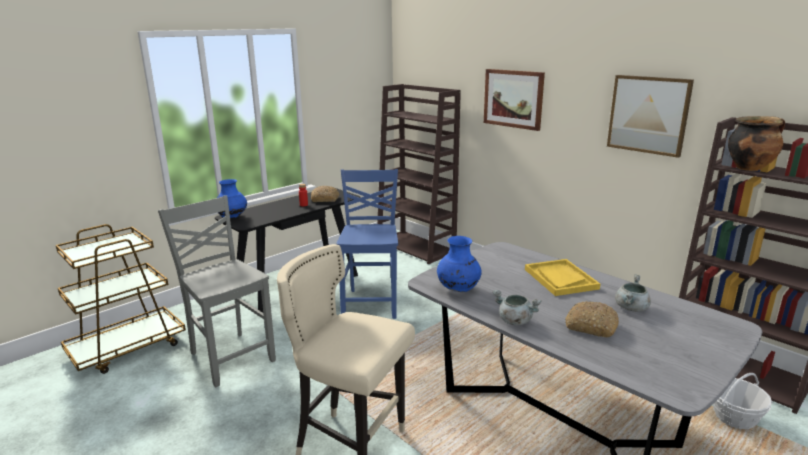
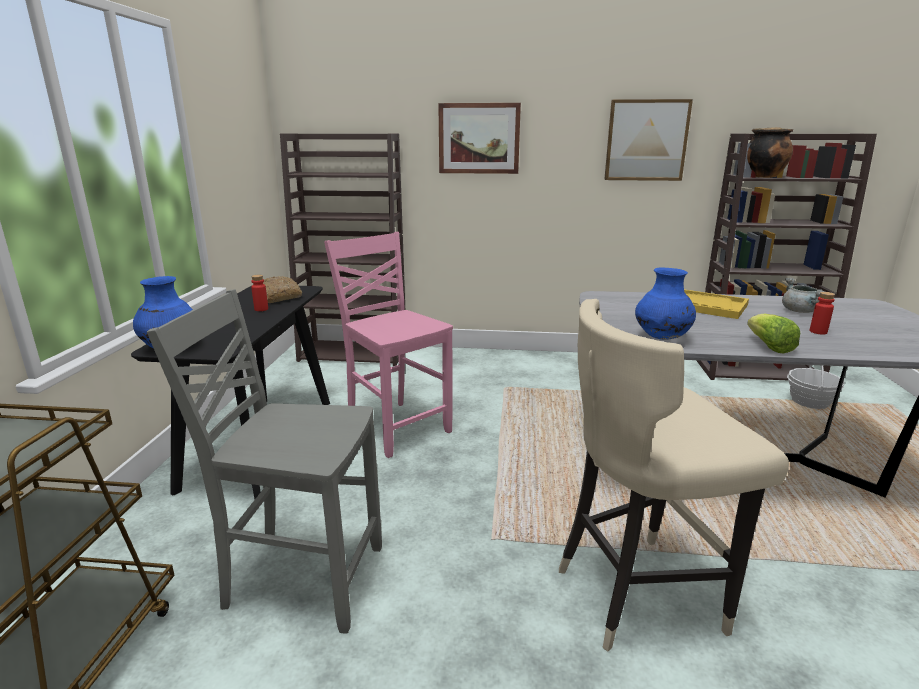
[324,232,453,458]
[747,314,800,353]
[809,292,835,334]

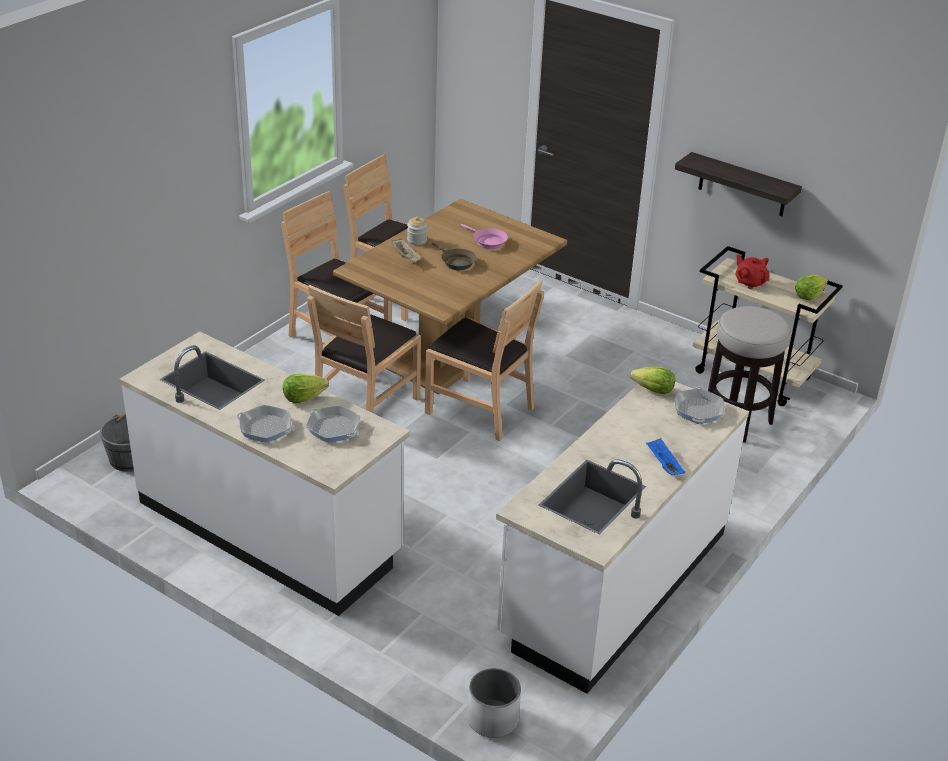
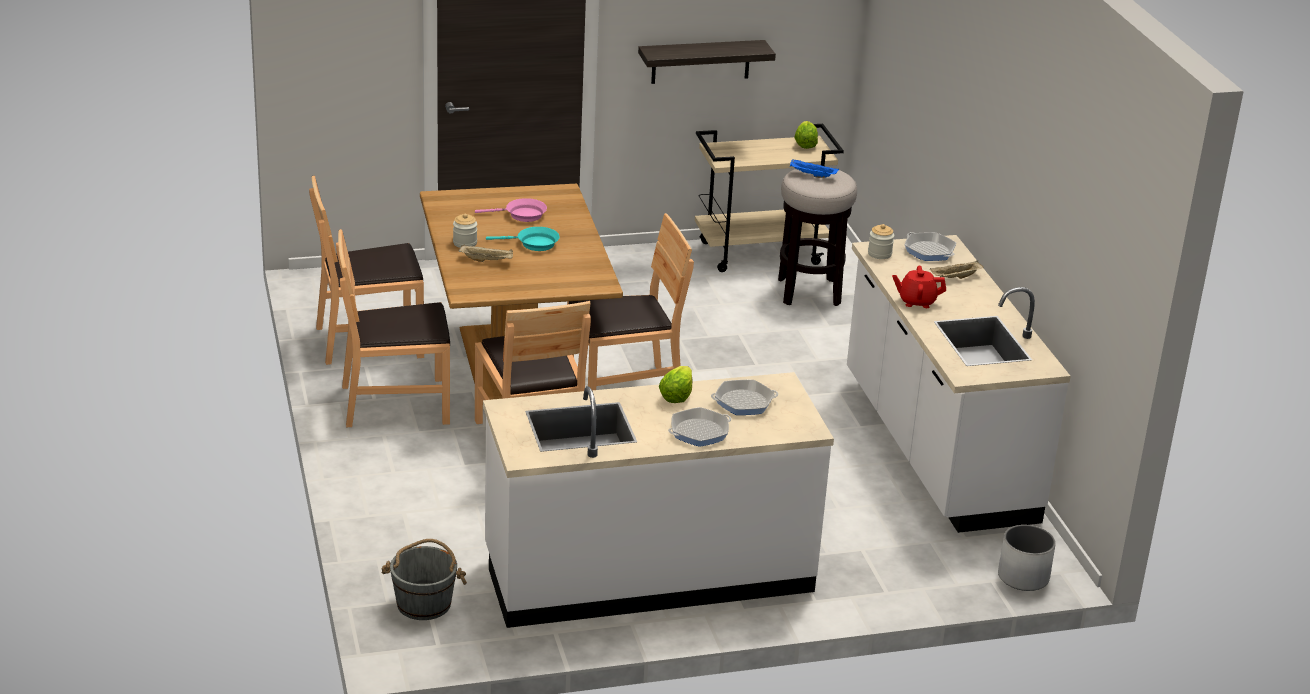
[486,227,560,251]
[790,159,839,178]
[868,224,894,259]
[892,266,946,308]
[930,260,984,279]

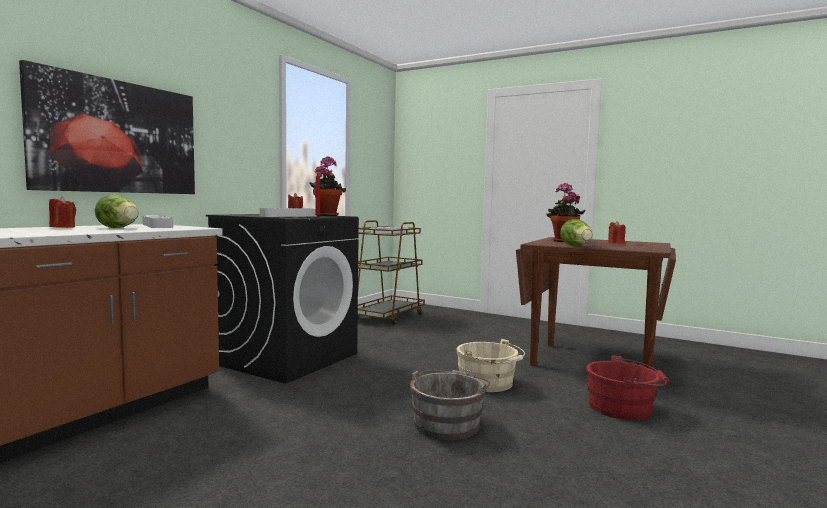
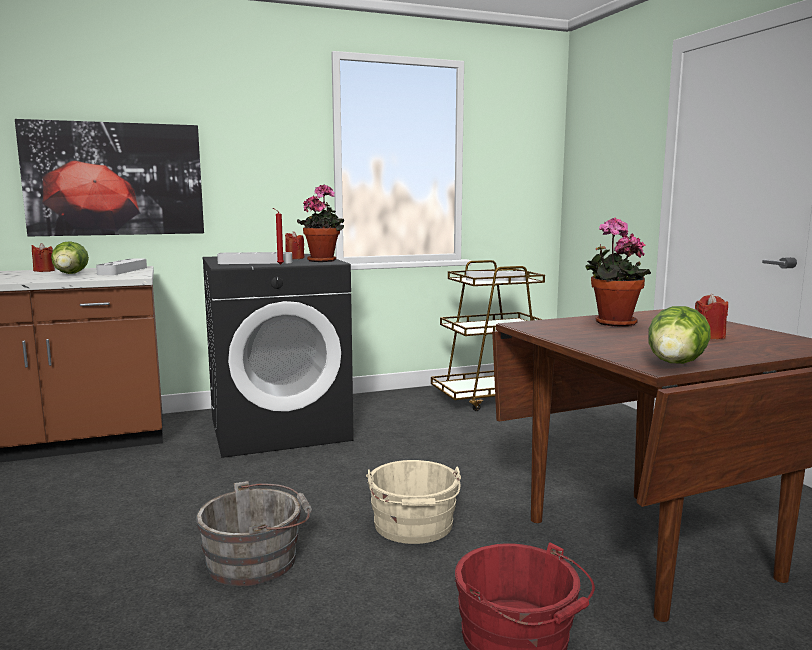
[648,306,711,364]

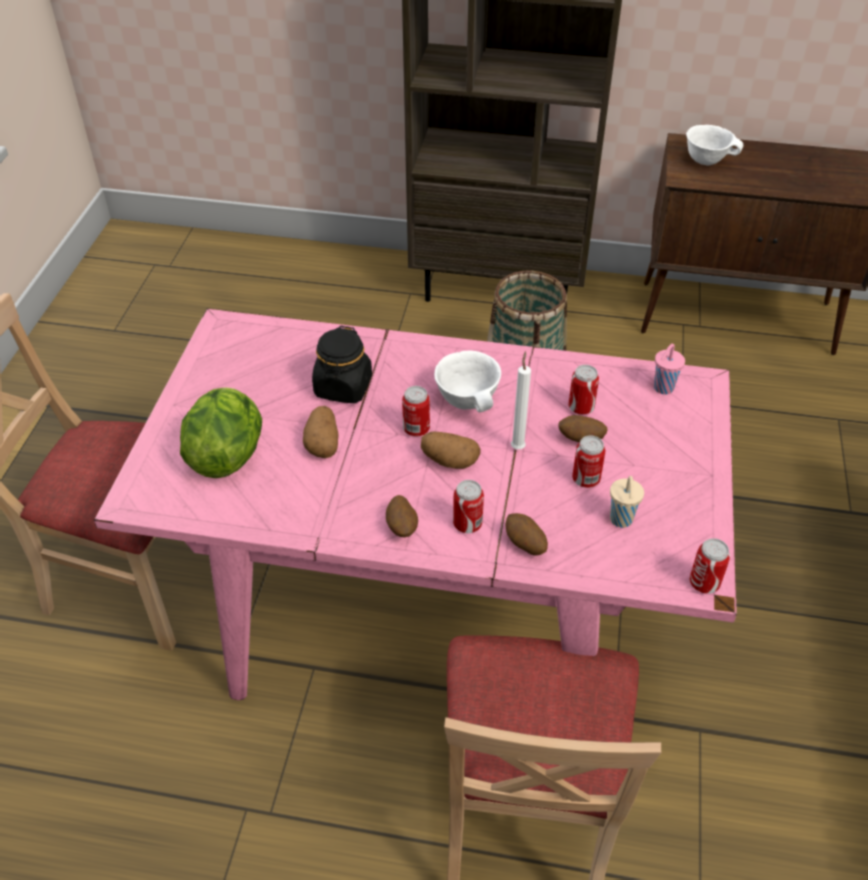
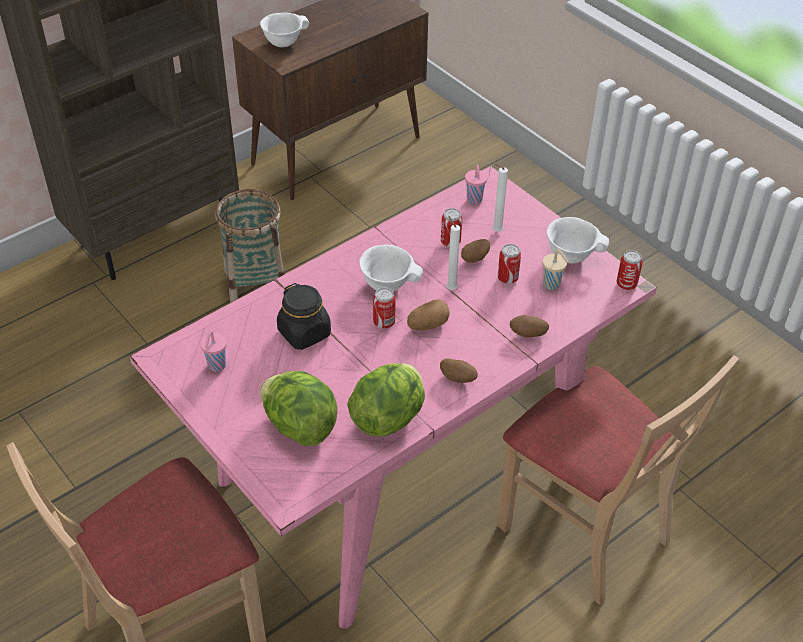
[200,331,227,372]
[347,363,425,437]
[493,164,508,232]
[547,217,609,264]
[303,406,339,458] (first image)
[453,480,484,533] (first image)

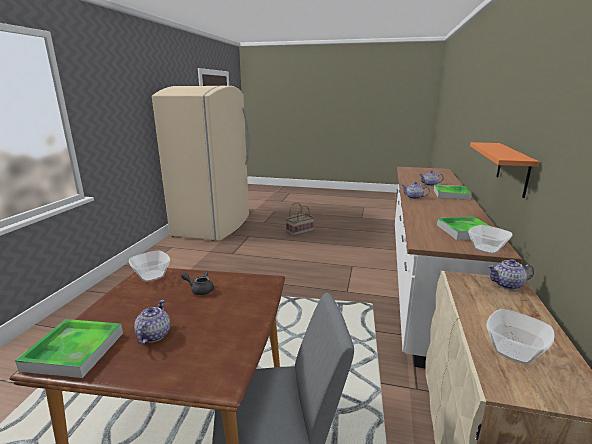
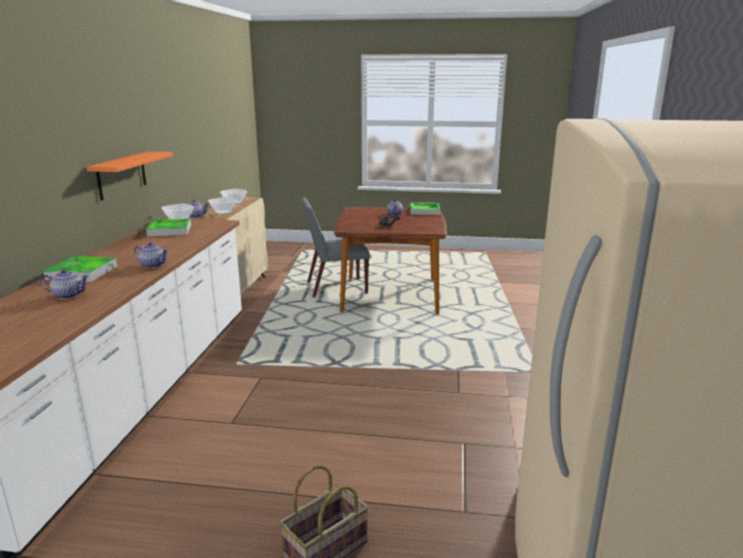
[208,197,237,215]

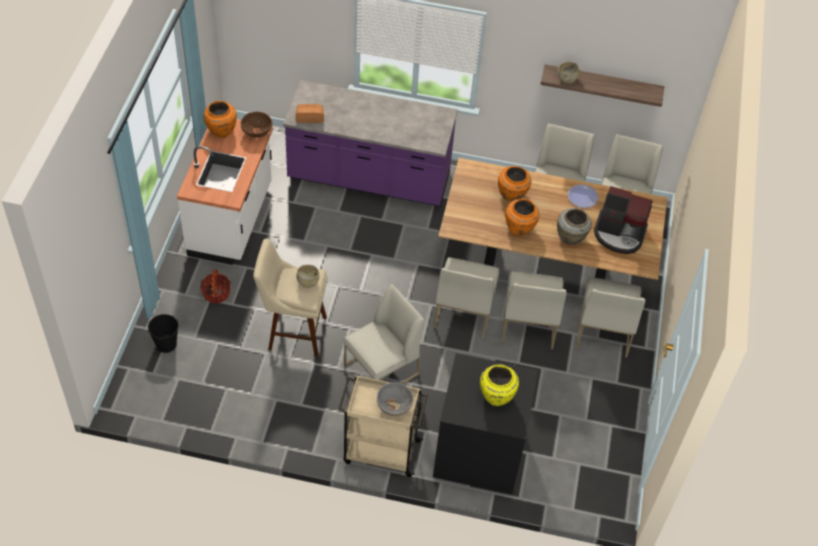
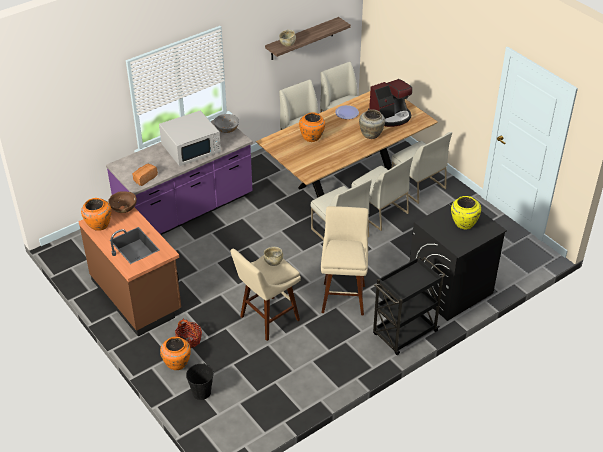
[78,205,181,337]
[159,110,221,166]
[160,337,191,370]
[214,114,239,133]
[321,206,368,315]
[373,257,445,355]

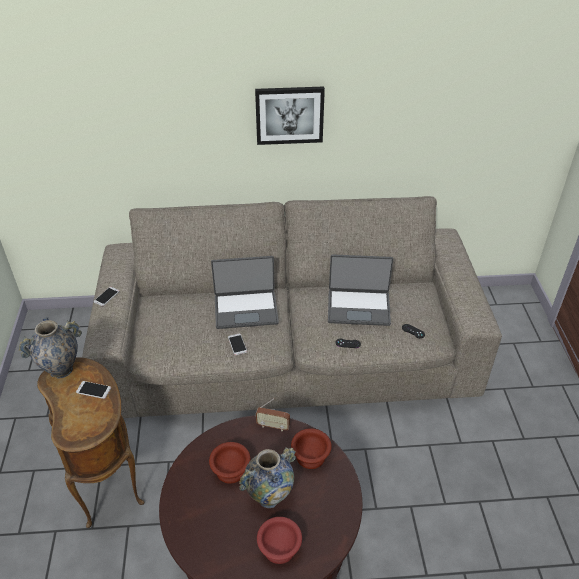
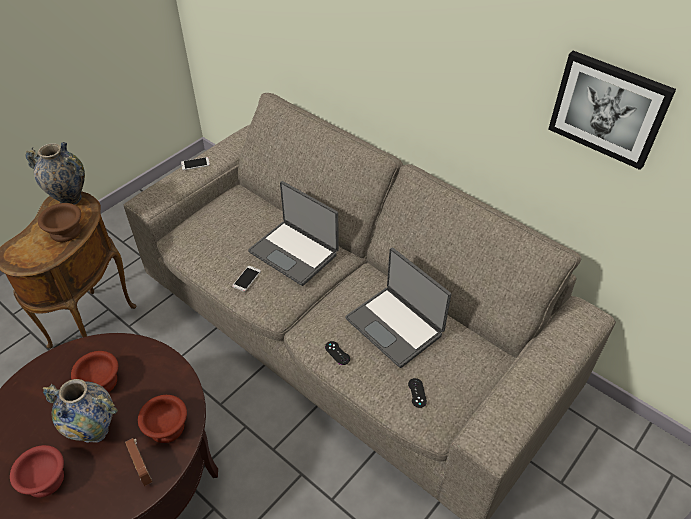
[38,203,81,242]
[125,438,152,486]
[548,51,676,170]

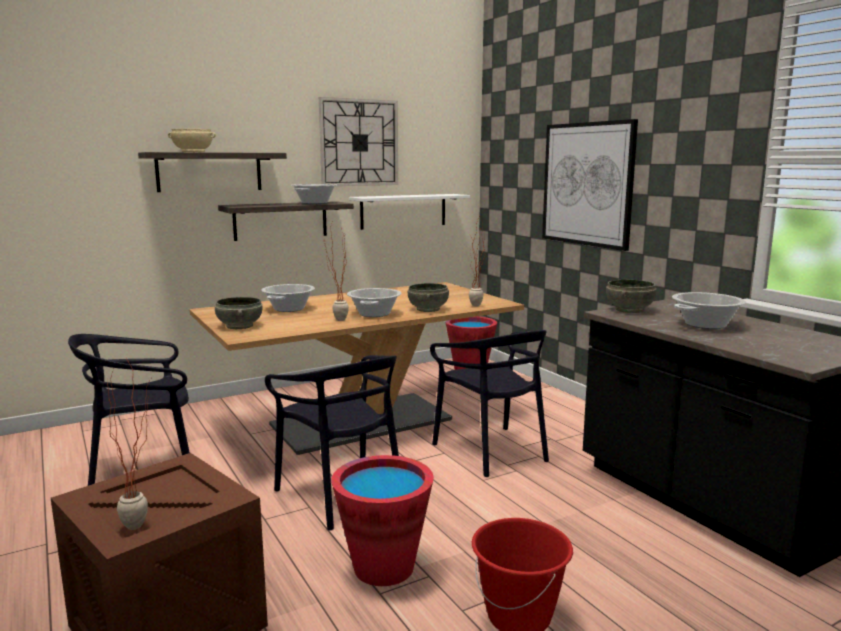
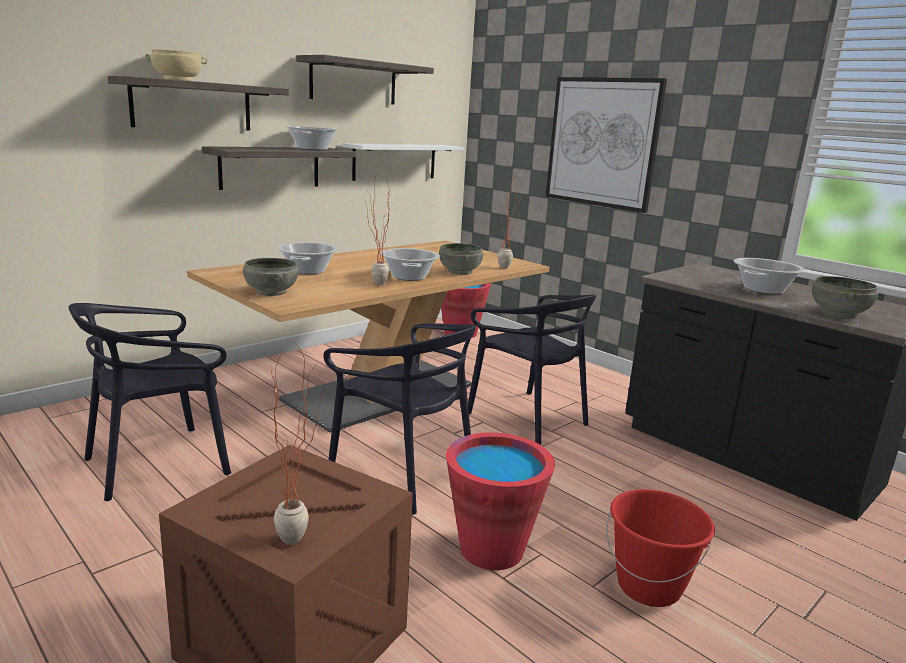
[296,55,434,105]
[812,276,879,318]

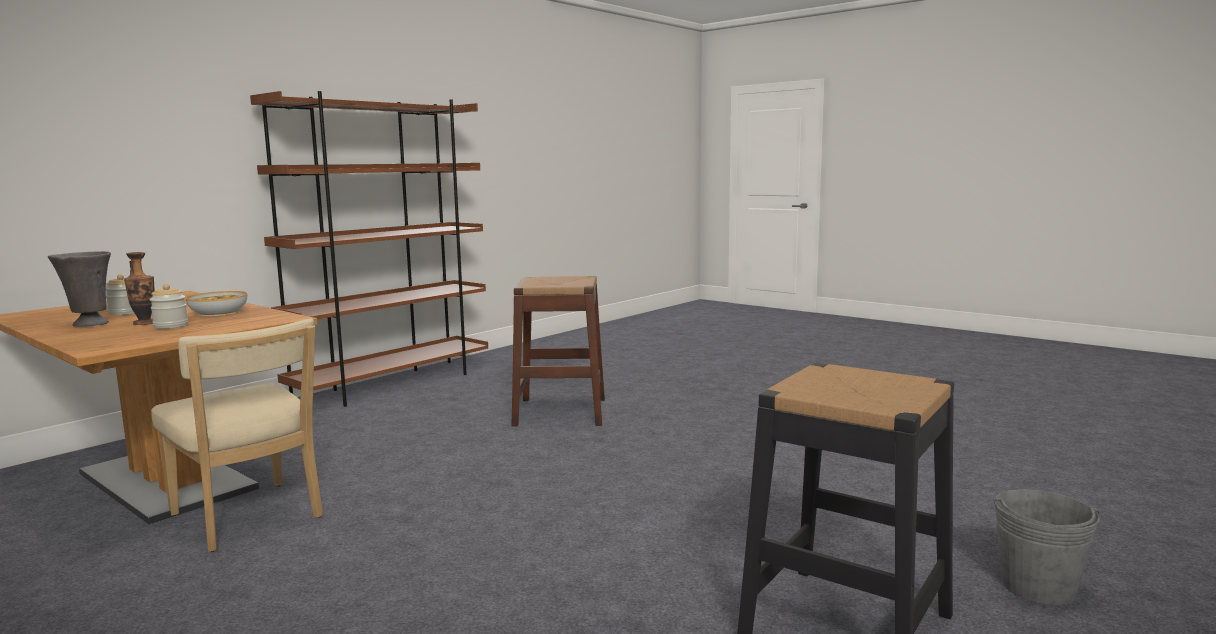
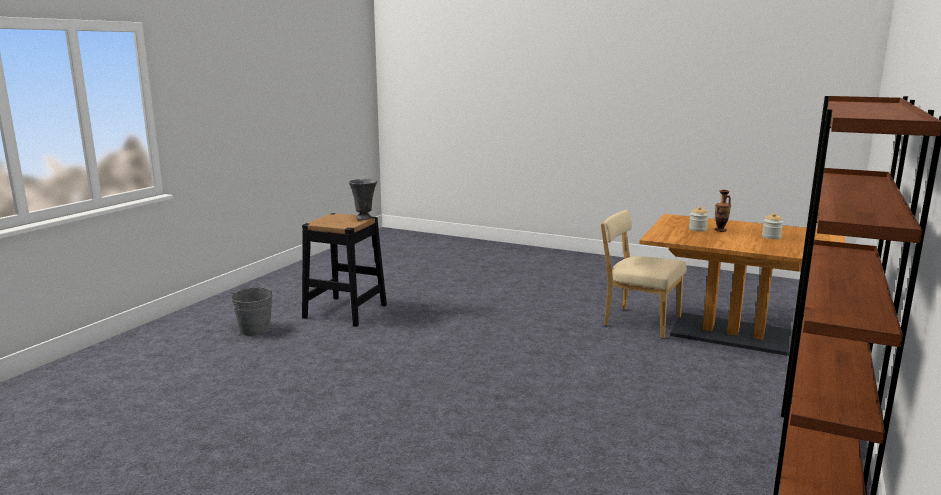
[349,179,377,220]
[186,291,247,316] (first image)
[511,276,605,427] (first image)

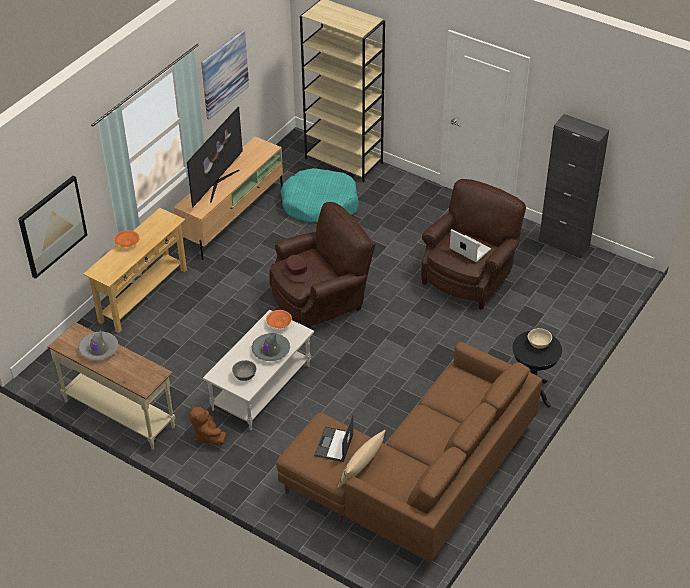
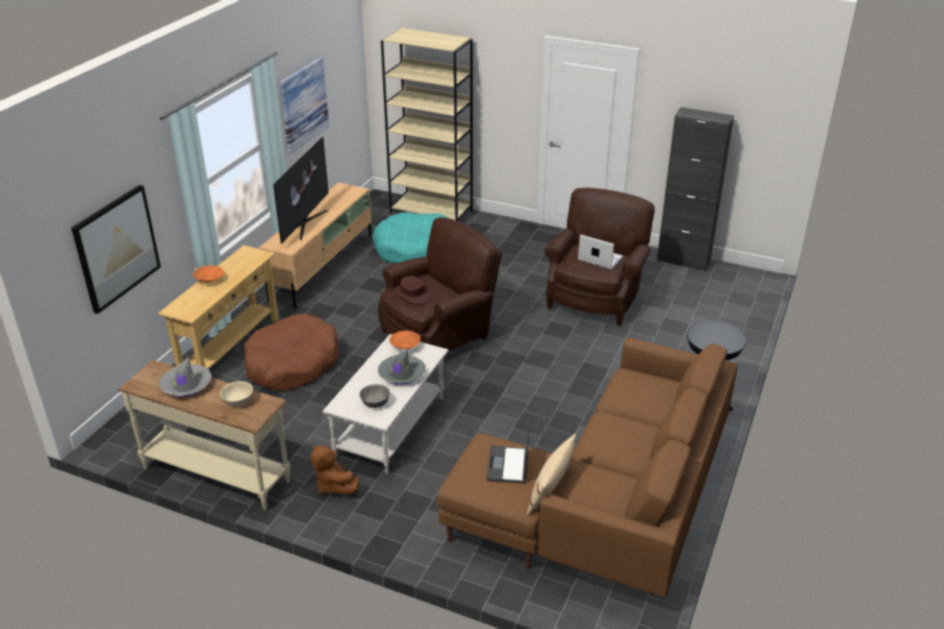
[220,381,253,407]
[244,314,339,391]

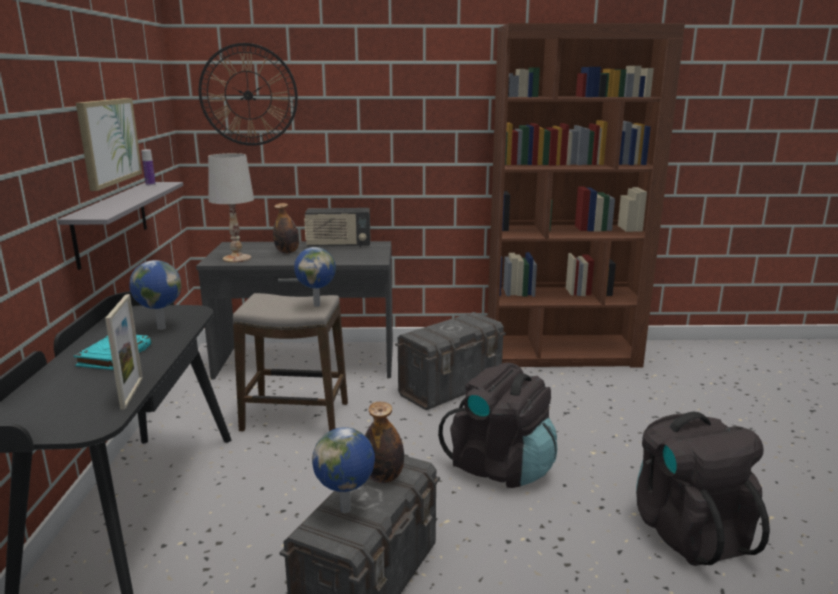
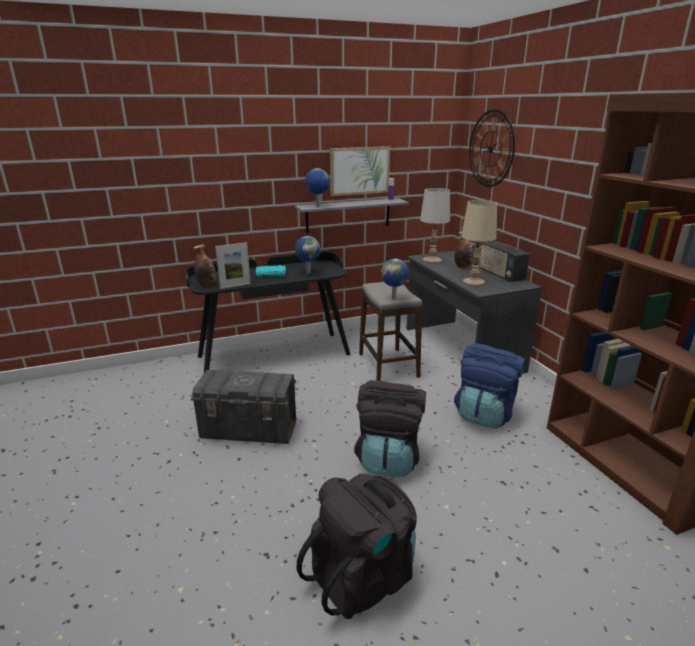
[193,244,216,285]
[305,168,330,206]
[454,343,526,428]
[461,200,497,286]

